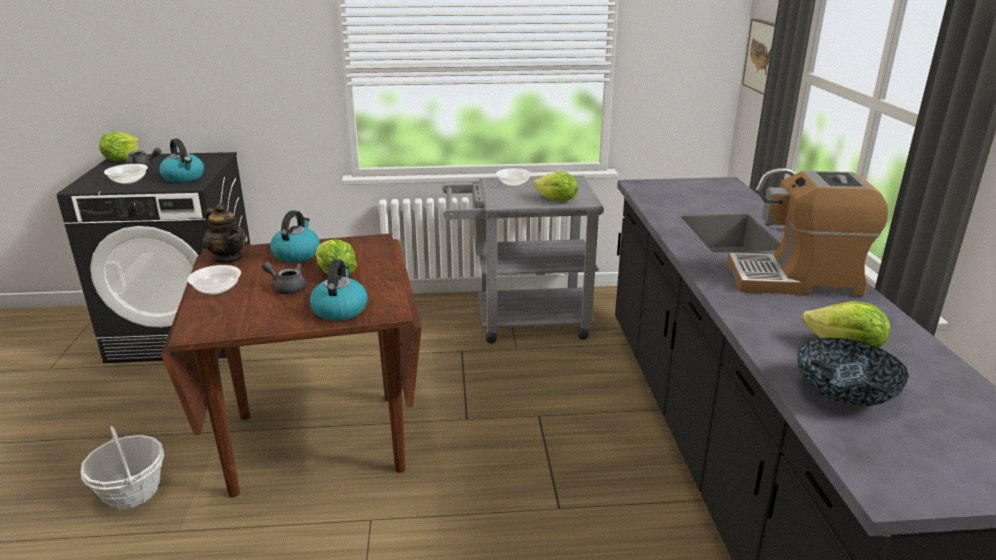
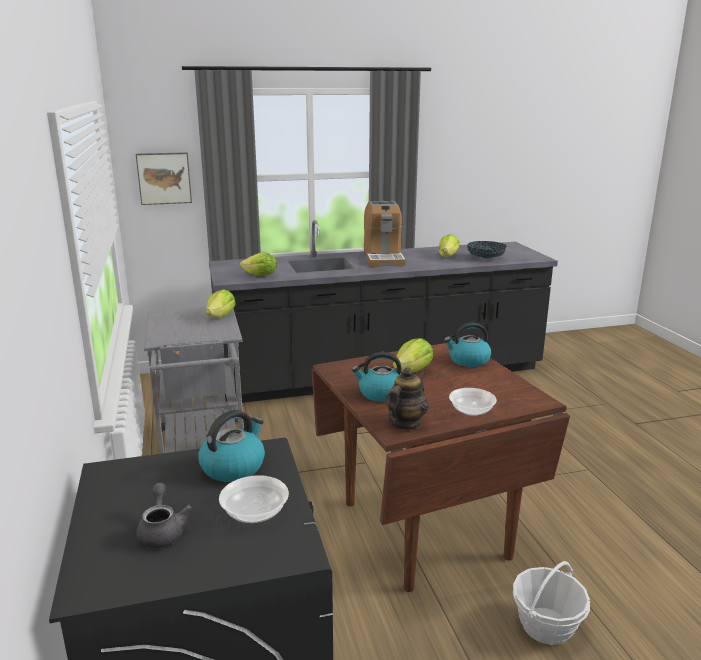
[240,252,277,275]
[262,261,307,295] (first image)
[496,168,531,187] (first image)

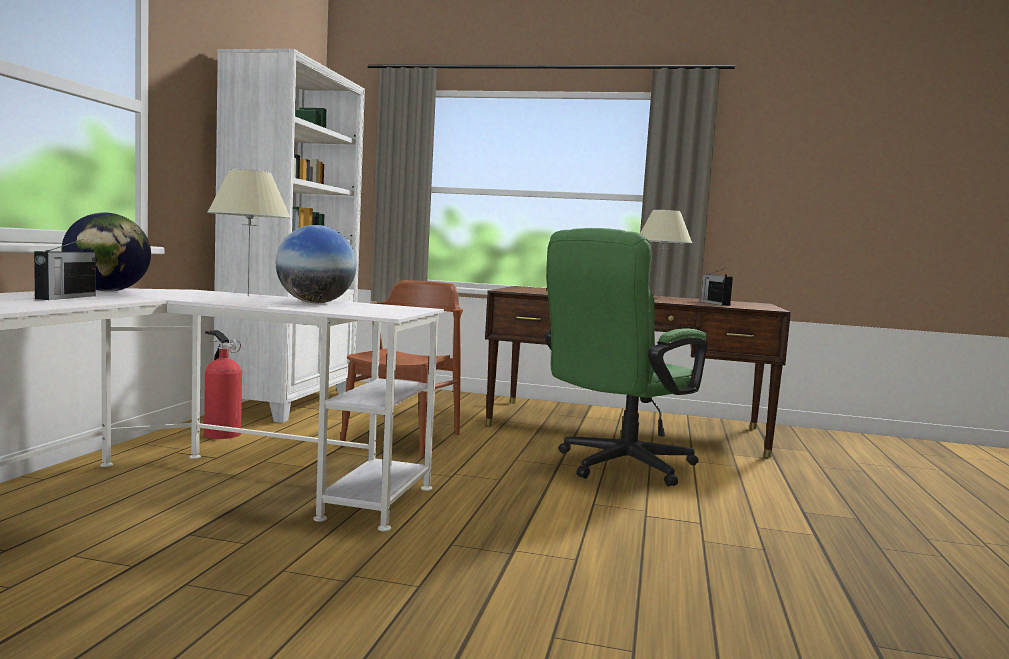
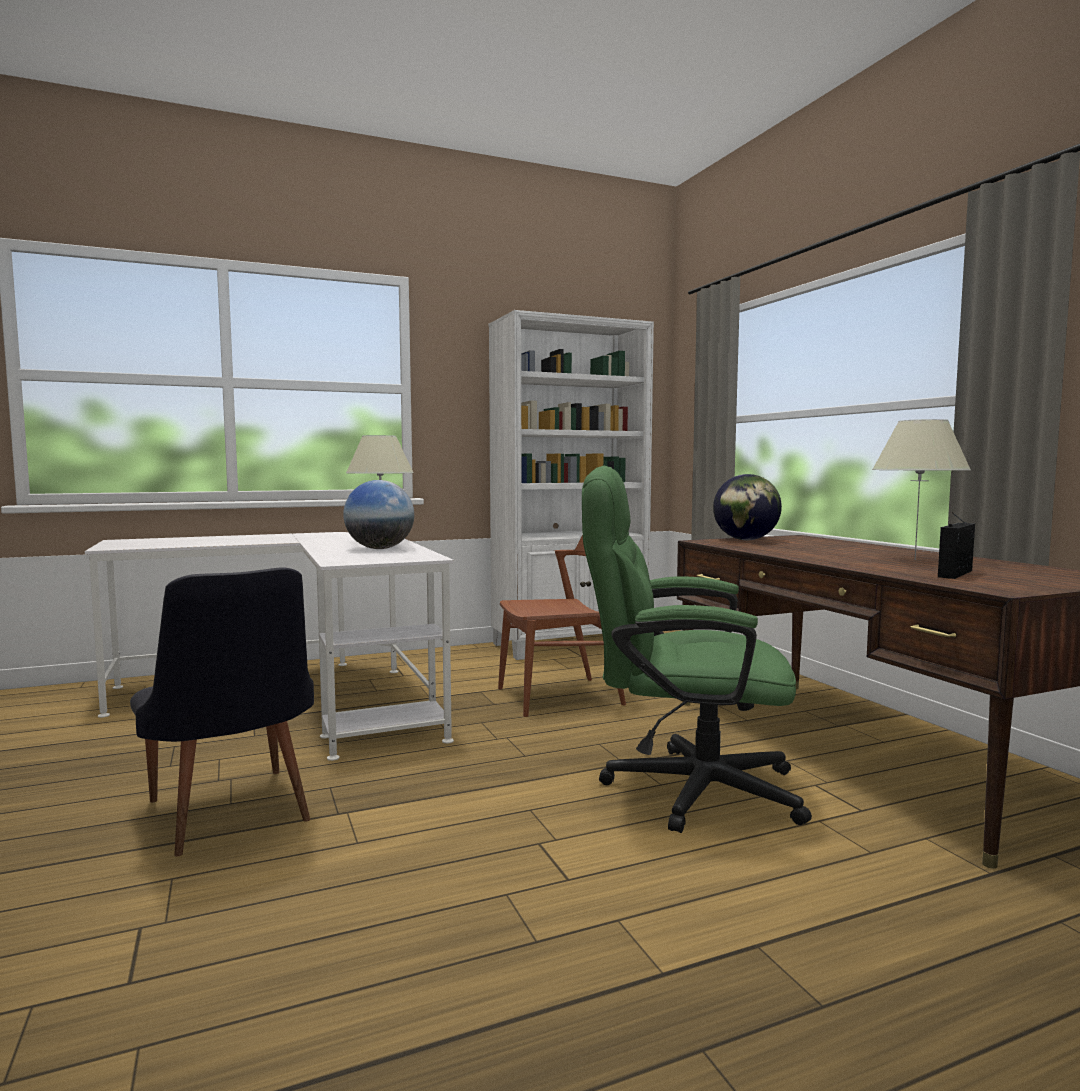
[130,567,314,857]
[713,474,782,540]
[34,239,96,300] (first image)
[204,330,242,439] (first image)

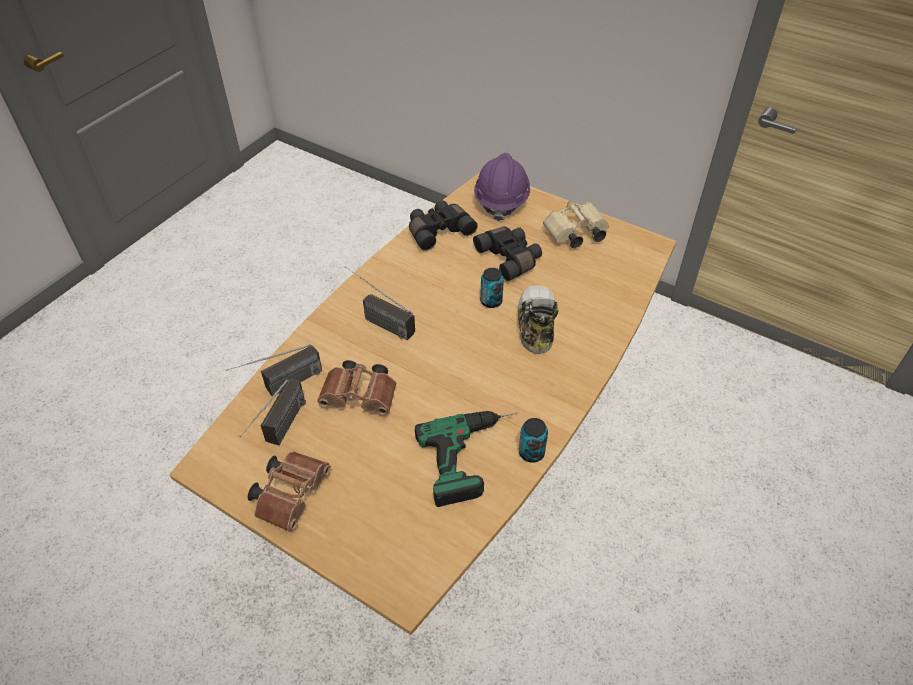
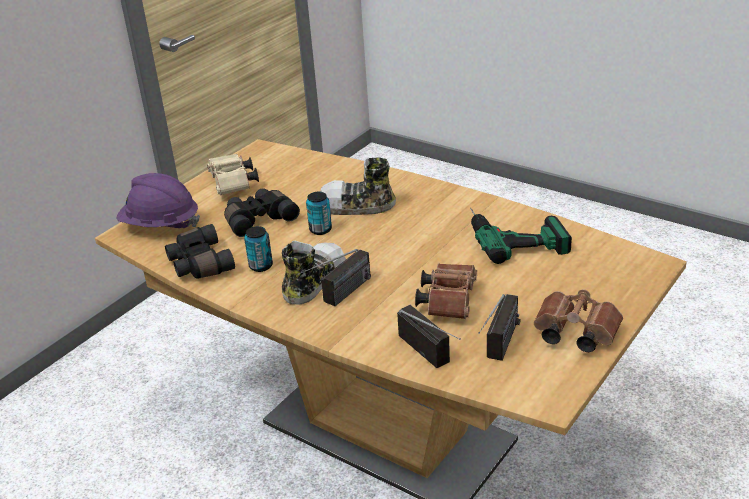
[244,226,273,272]
[282,241,346,304]
[478,294,521,361]

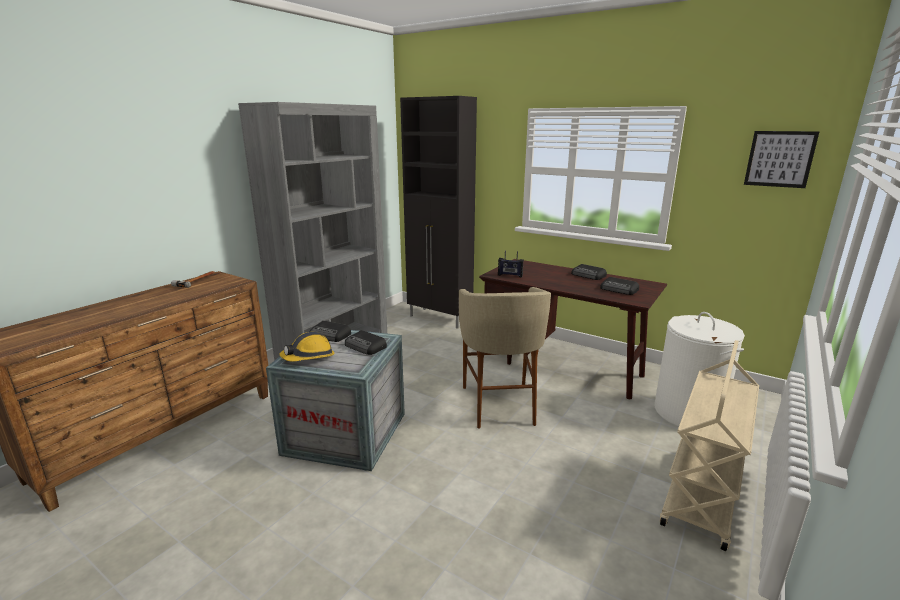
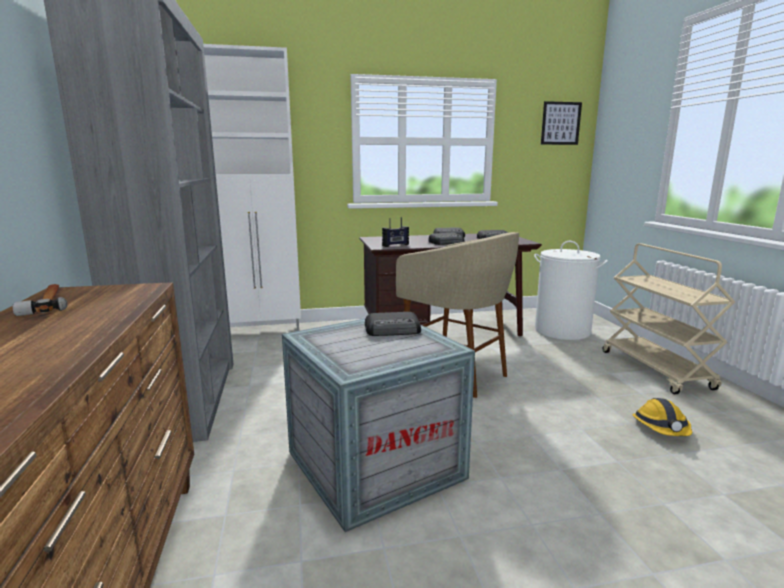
[203,44,301,331]
[428,233,465,245]
[633,398,692,436]

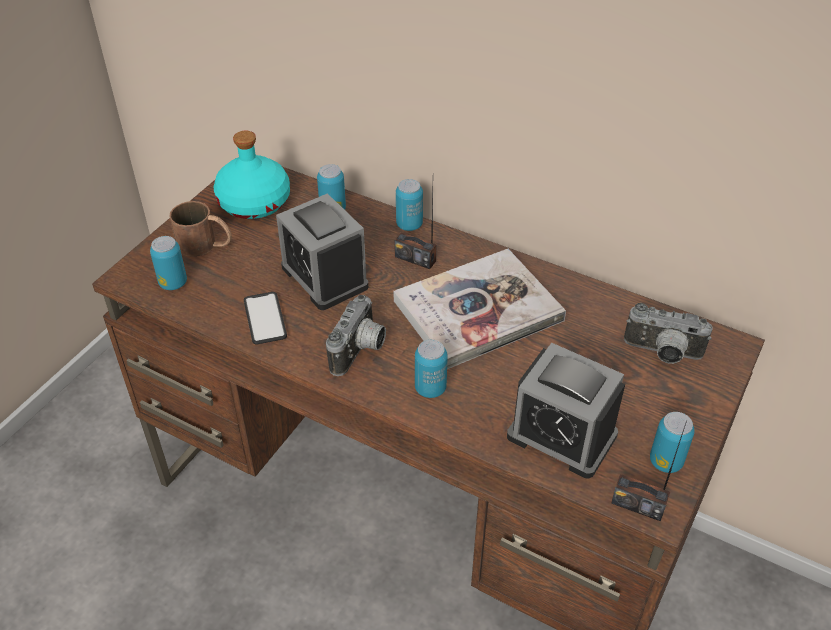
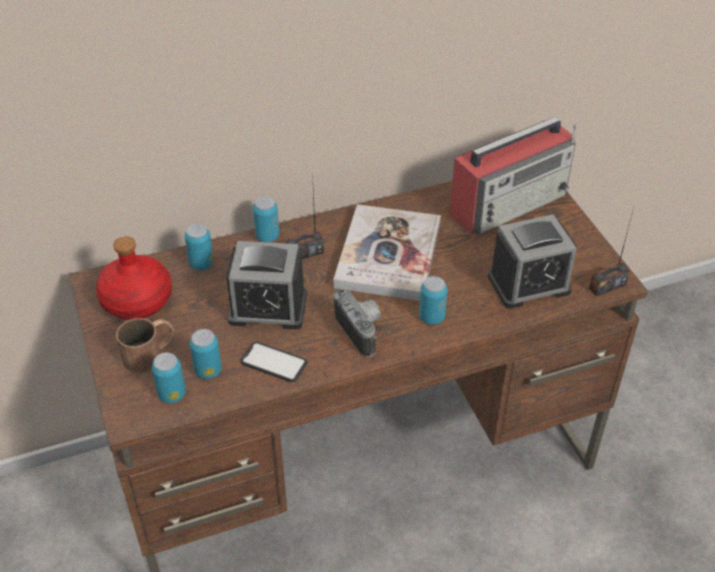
[96,236,172,320]
[190,329,222,379]
[450,117,577,235]

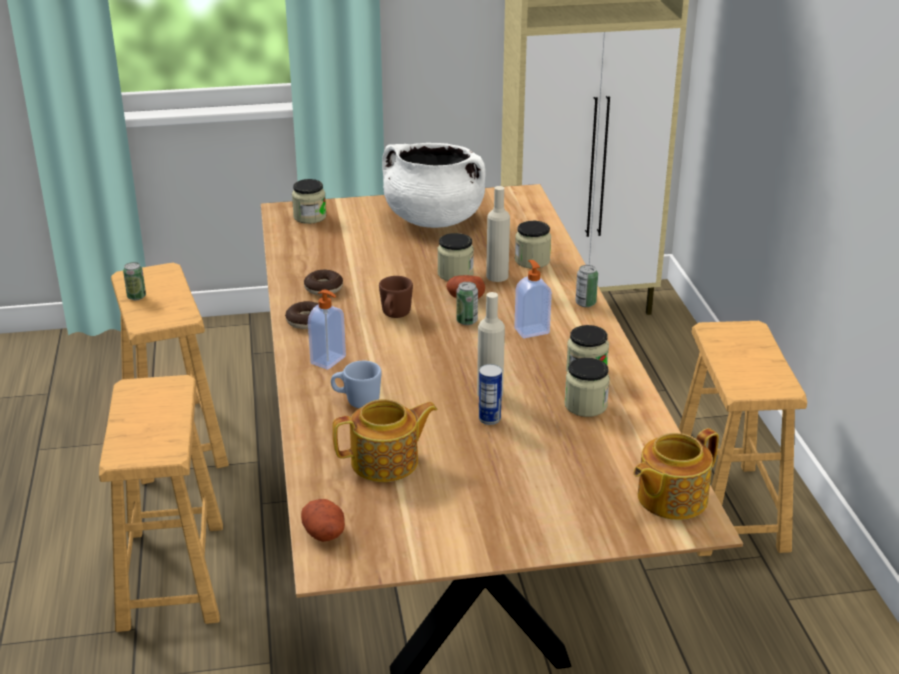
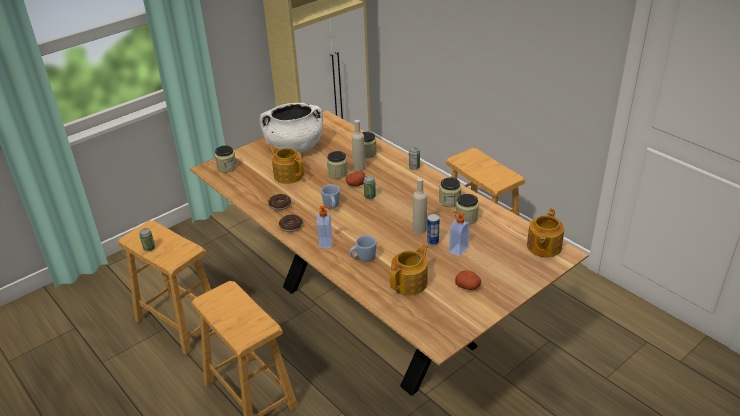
[269,146,304,184]
[321,184,340,208]
[449,211,470,257]
[455,270,481,290]

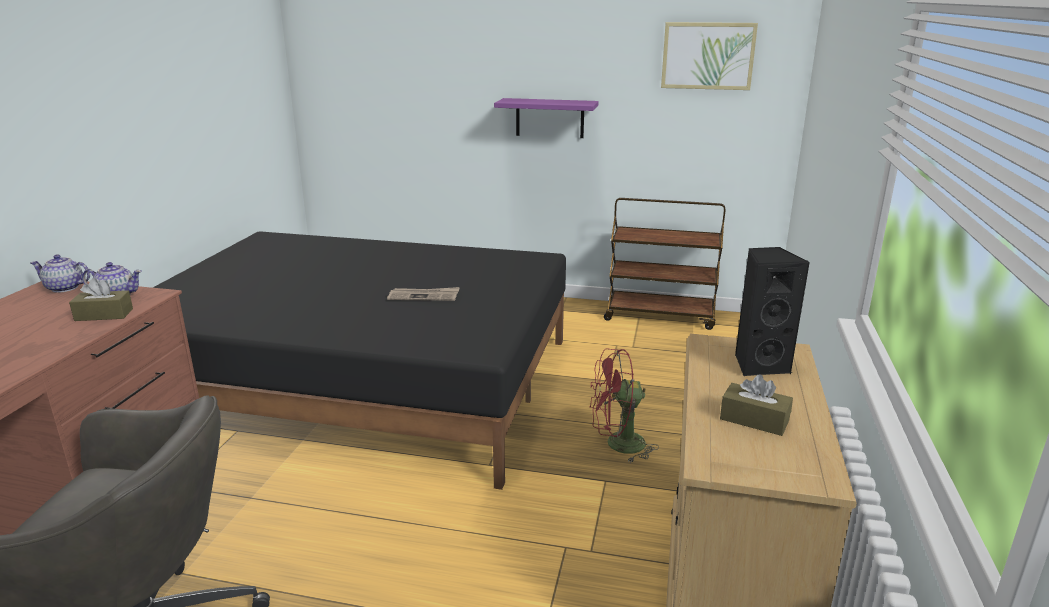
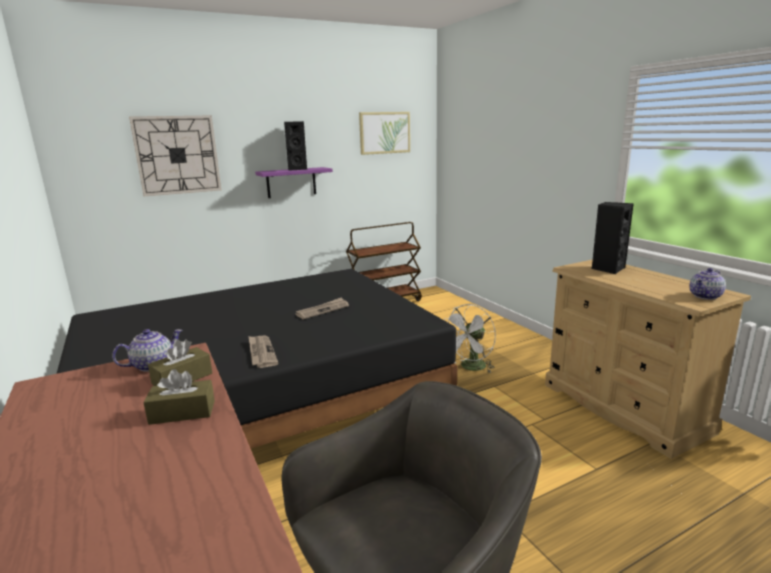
[129,115,221,196]
[143,369,215,425]
[249,336,278,368]
[284,121,307,171]
[444,304,496,373]
[690,268,726,300]

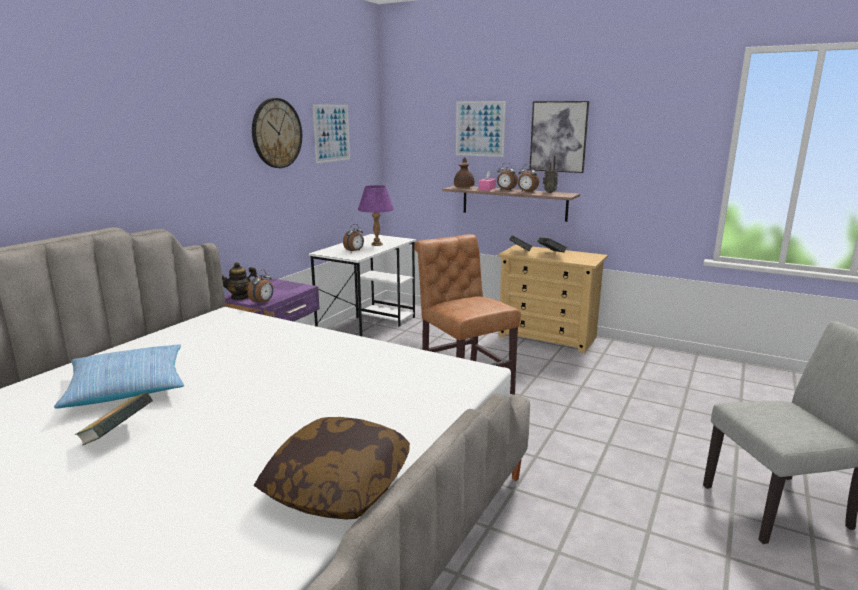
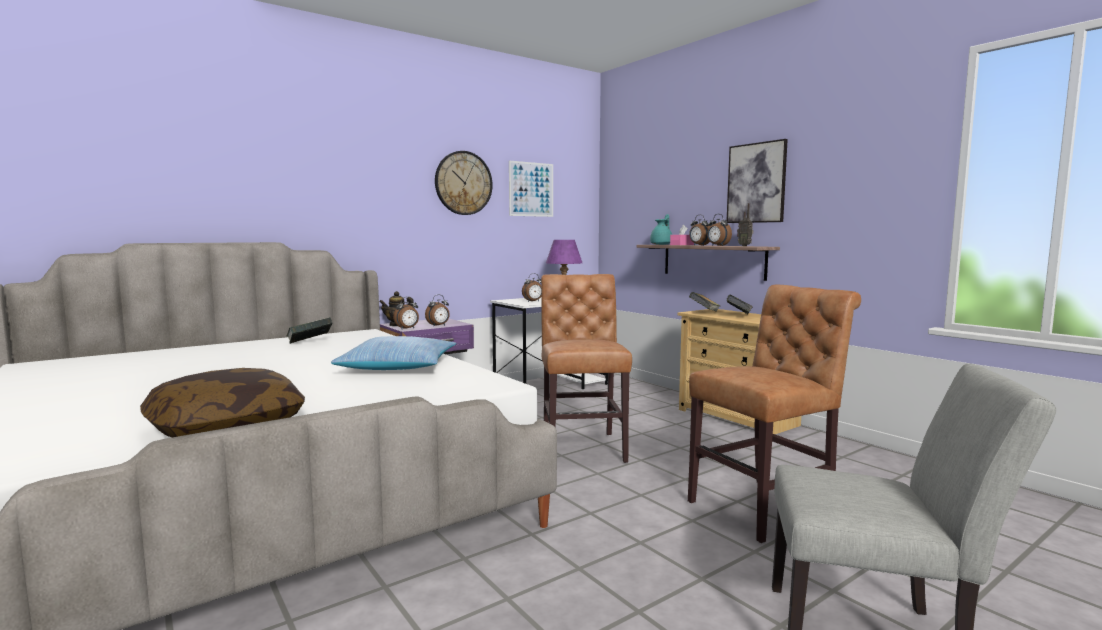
[287,317,333,344]
[331,336,456,370]
[425,295,450,327]
[650,214,672,245]
[688,285,861,543]
[456,101,506,157] (first image)

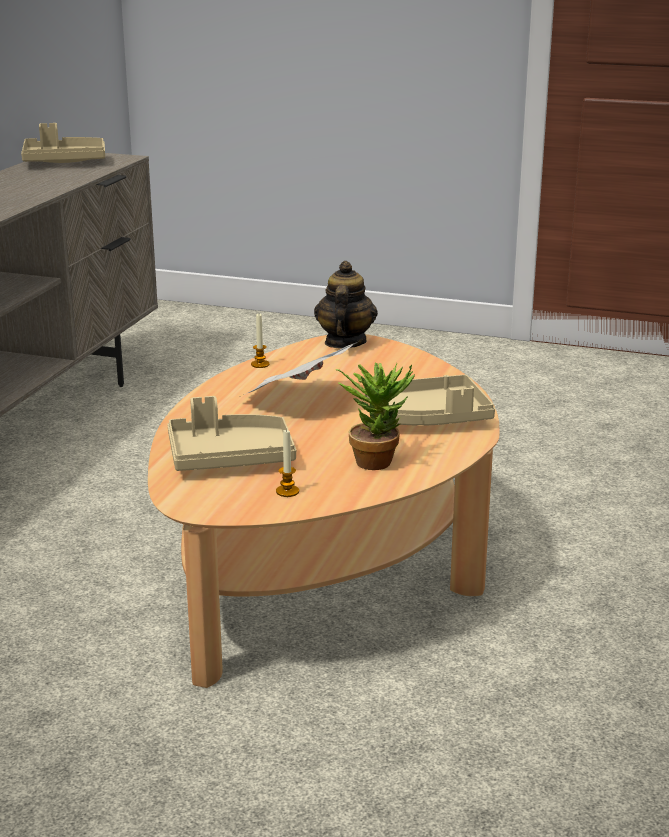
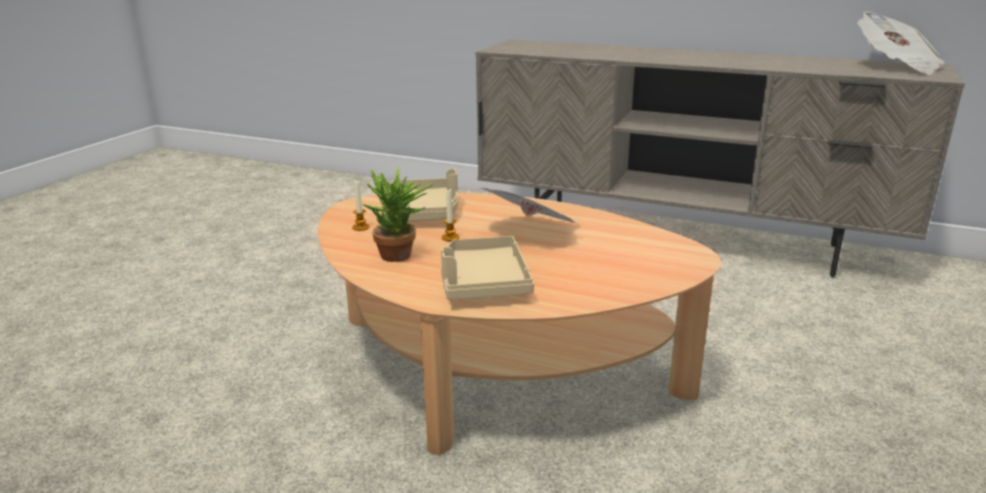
[442,189,459,241]
[857,11,945,75]
[314,261,378,349] (first image)

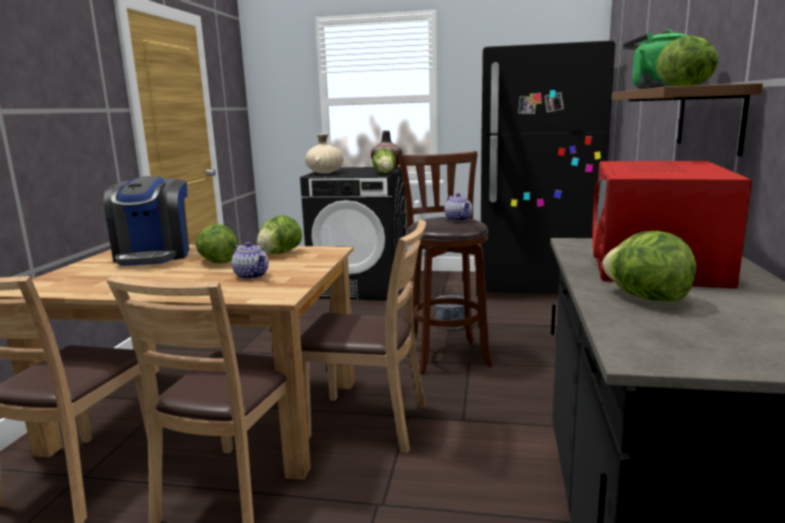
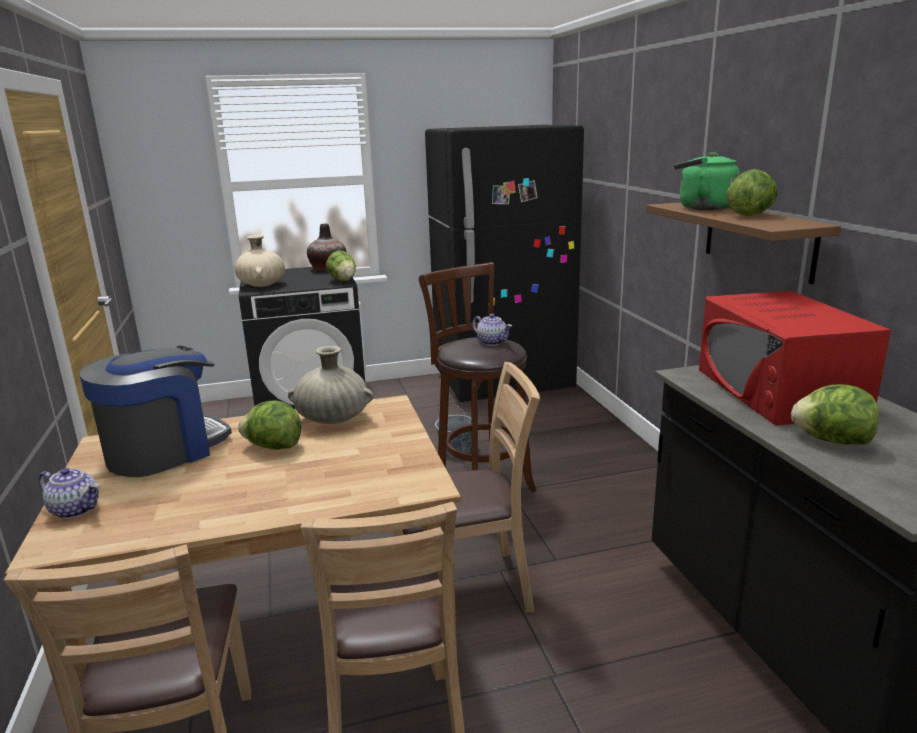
[38,468,99,519]
[80,346,232,477]
[288,346,374,424]

